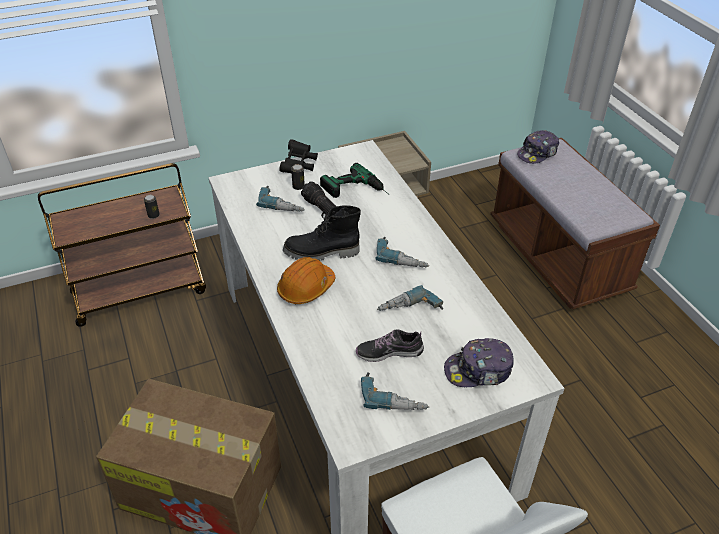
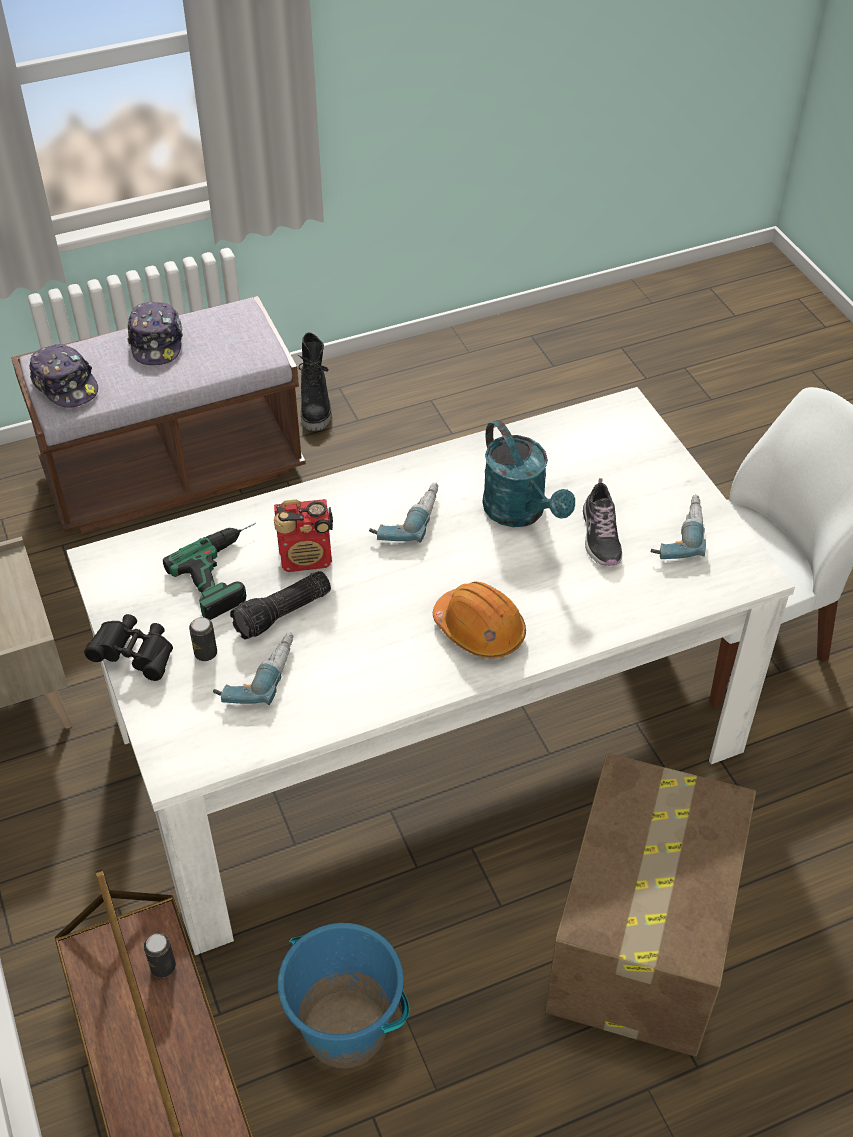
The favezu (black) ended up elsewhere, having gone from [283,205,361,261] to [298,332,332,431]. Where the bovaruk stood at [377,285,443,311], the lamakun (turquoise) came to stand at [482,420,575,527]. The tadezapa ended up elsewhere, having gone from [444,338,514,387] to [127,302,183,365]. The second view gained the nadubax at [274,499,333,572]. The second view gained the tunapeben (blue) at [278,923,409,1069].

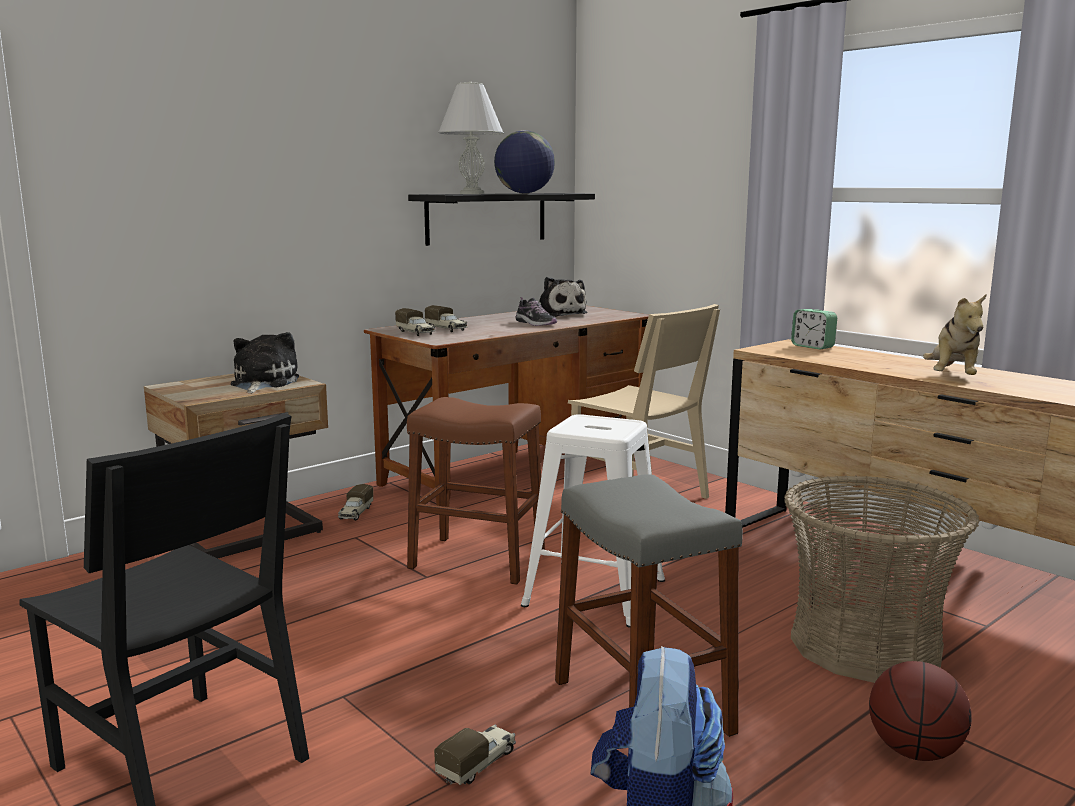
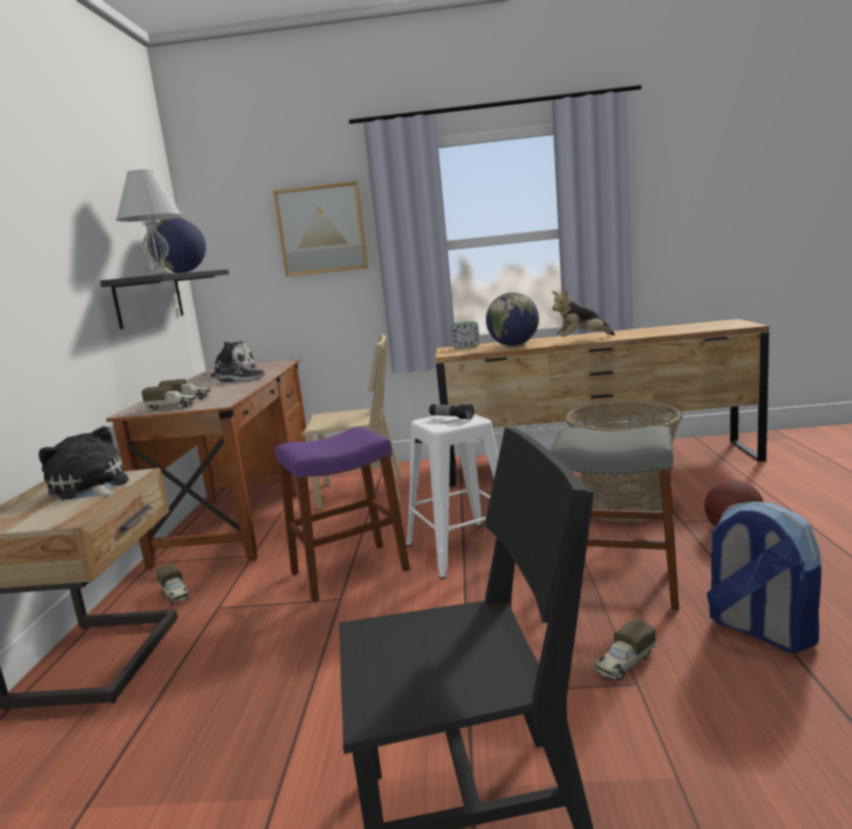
The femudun at [923,294,986,375] ended up facing another way, 105 degrees clockwise from before. What was the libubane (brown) at [407,397,545,585] turned into the libubane (purple) at [275,427,410,602]. The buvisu at [434,724,516,785] ended up facing another way, 120 degrees counterclockwise from before. The second view gained the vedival at [273,181,368,277]. The second view gained the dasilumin at [486,293,539,346]. The second view gained the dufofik at [429,404,474,420].

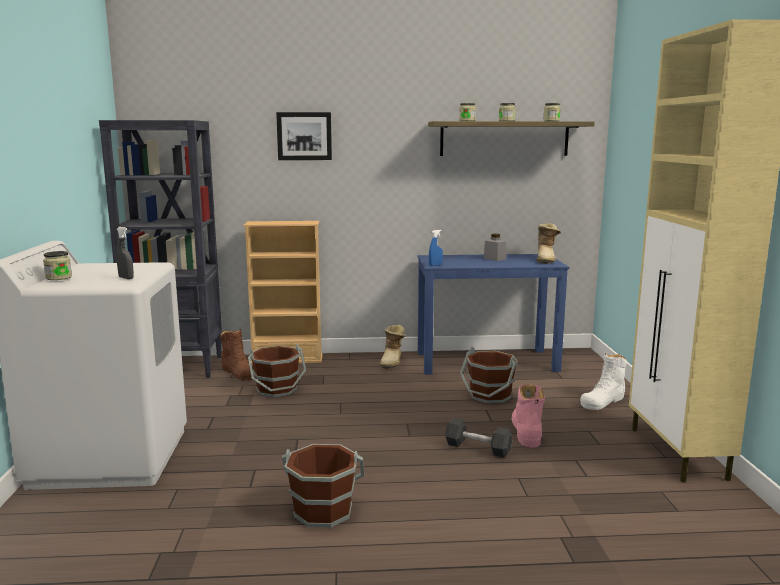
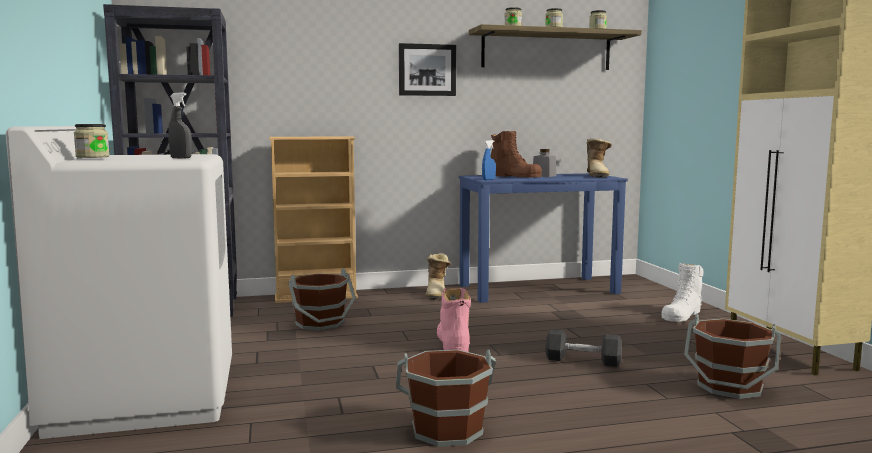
The vedival ended up elsewhere, having gone from [276,112,332,160] to [399,43,456,96]. The favezu (brown) ended up elsewhere, having gone from [220,329,255,381] to [490,131,542,178]. The tunapeben (brown) ended up elsewhere, having gone from [460,347,518,404] to [684,314,781,399]. The favezu (pink) ended up elsewhere, having gone from [511,384,545,448] to [437,288,471,352].

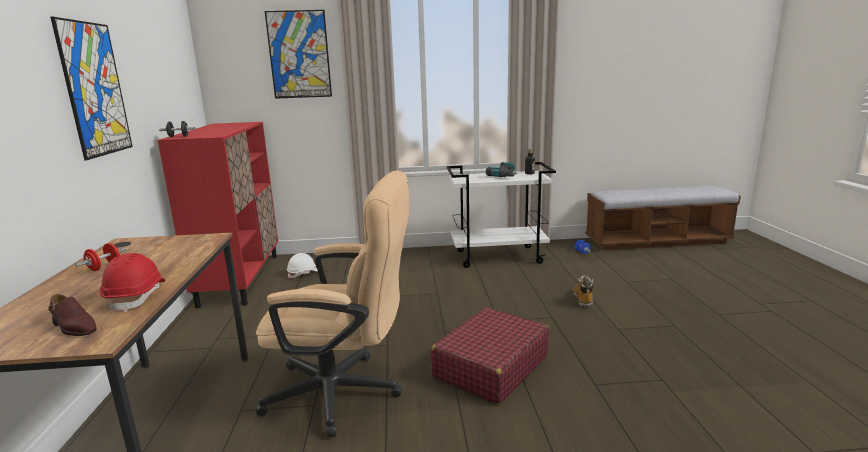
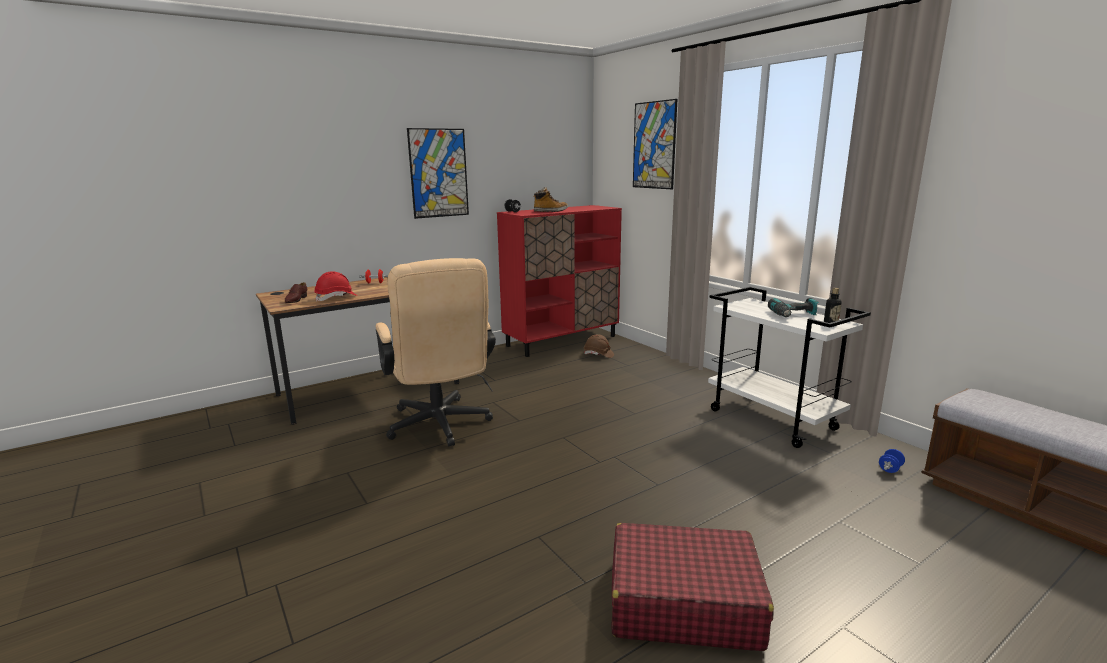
What was the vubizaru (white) at [287,253,318,278] turned into the vubizaru (brown) at [584,334,614,358]. The favezu ended up elsewhere, having gone from [574,275,594,308] to [533,187,568,212]. The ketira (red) ended up elsewhere, having gone from [431,307,549,404] to [611,523,774,651].

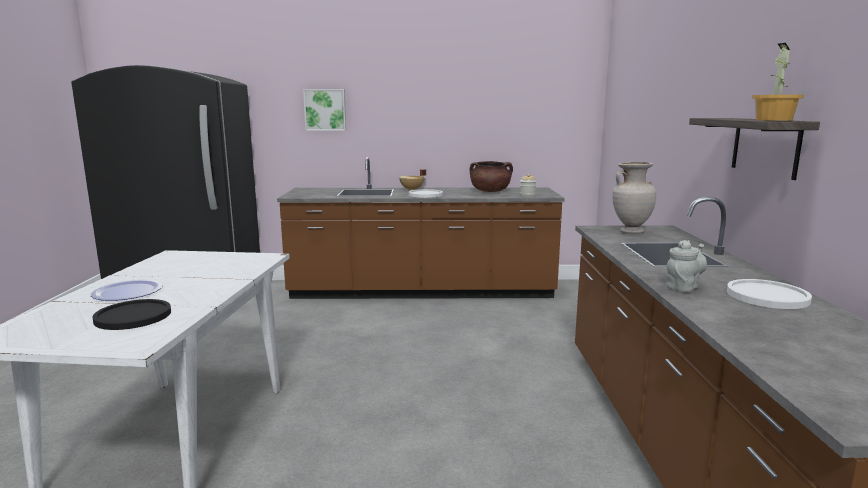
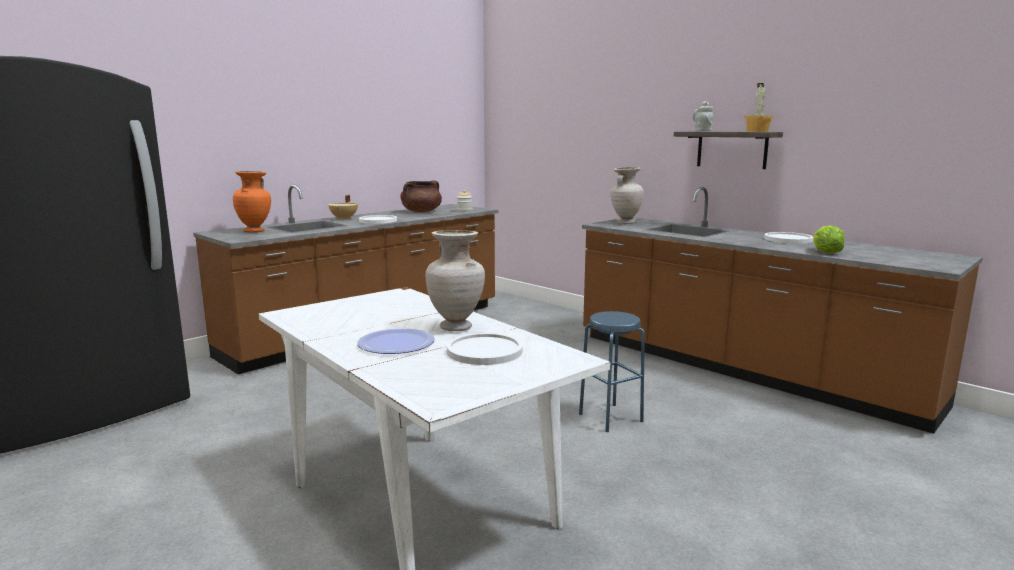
The second view lost the vedival at [303,89,346,131]. The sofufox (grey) ended up elsewhere, having gone from [667,240,707,292] to [692,101,713,131]. What was the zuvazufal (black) at [92,299,171,330] turned into the zuvazufal (white) at [447,333,523,365]. The second view gained the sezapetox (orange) at [233,171,271,232]. The second view gained the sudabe at [813,225,845,254]. The second view gained the sezapetox (beige) at [426,230,485,331]. The second view gained the libubane (blue) at [579,311,645,432].

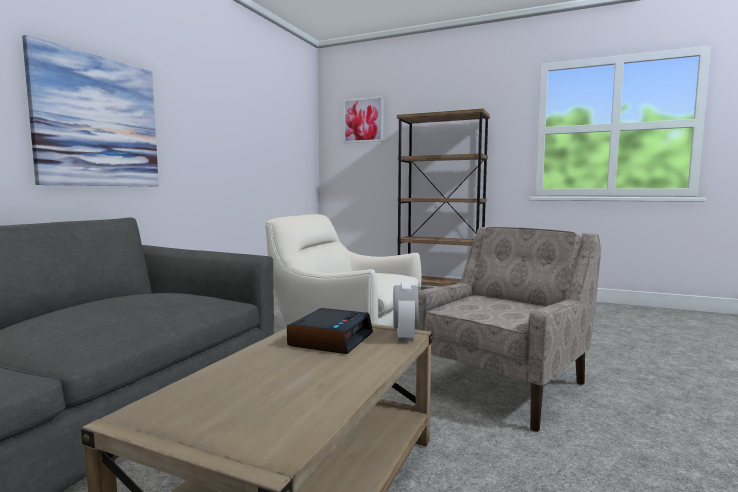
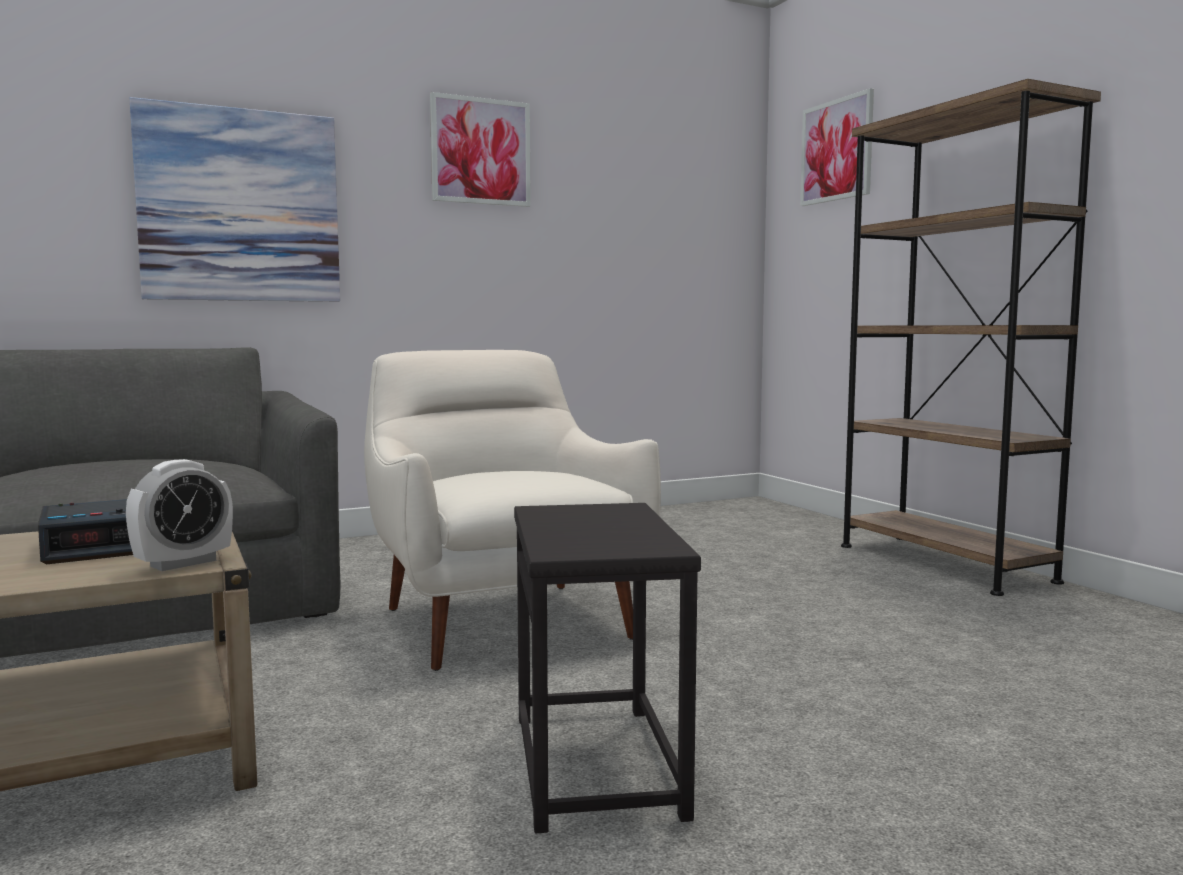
Where the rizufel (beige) stood at [416,227,601,432], the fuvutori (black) came to stand at [514,503,701,834]. The second view gained the vedival at [430,92,531,207].

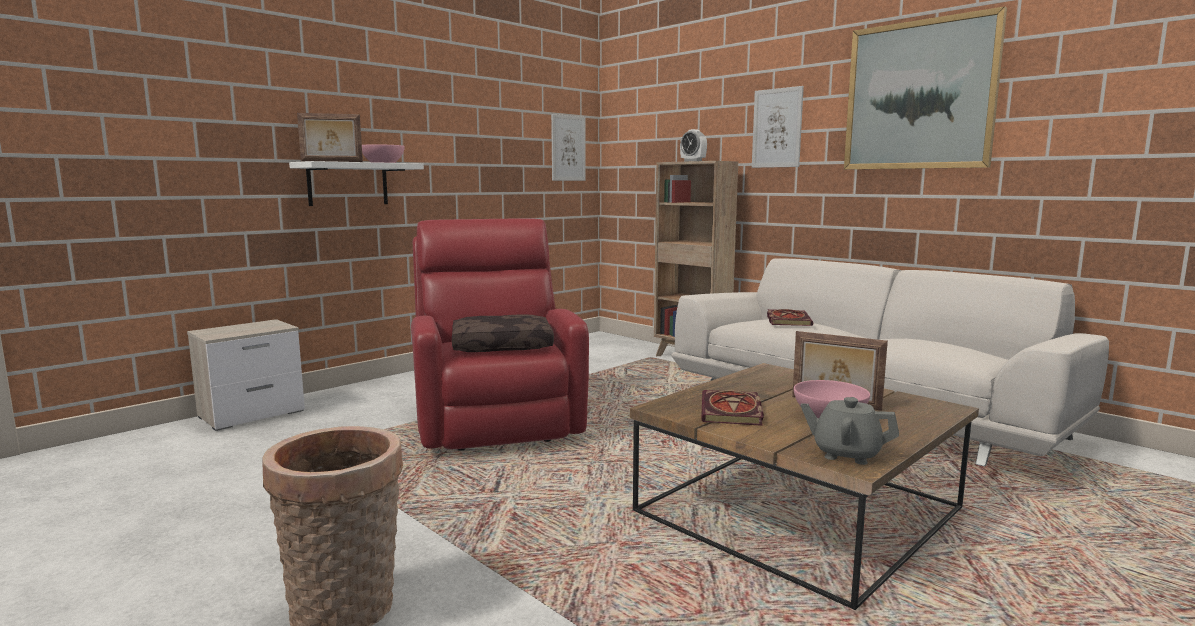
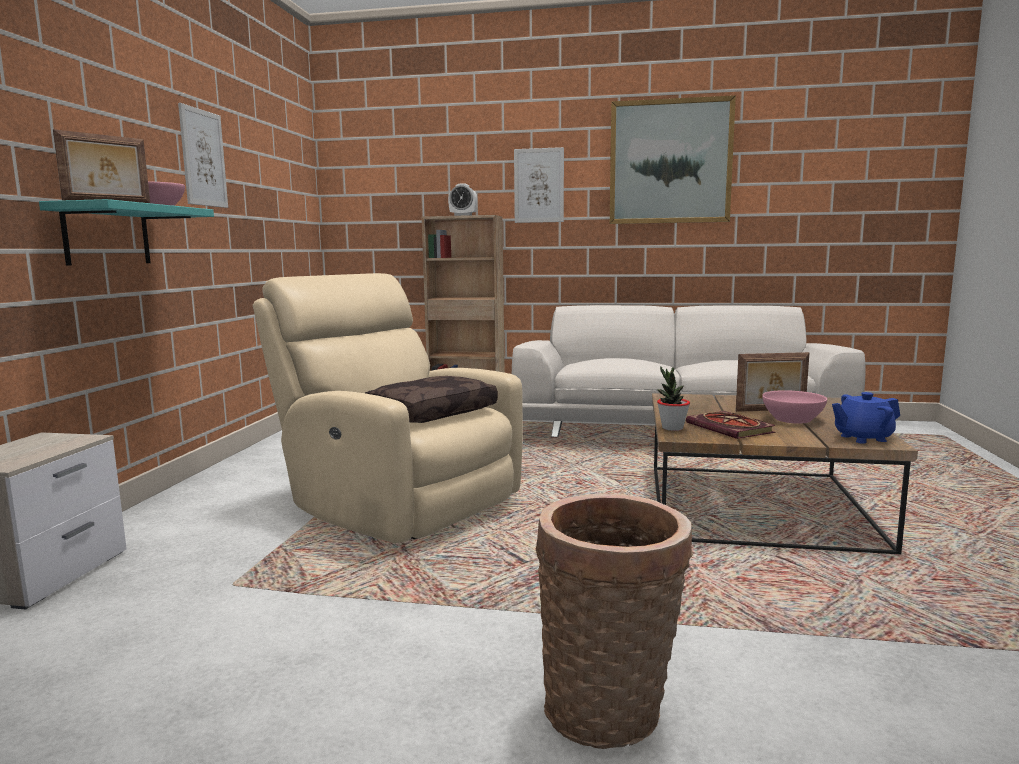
The vedival ended up elsewhere, having gone from [551,114,586,181] to [178,103,228,208]. What was the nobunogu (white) at [289,161,424,206] turned into the nobunogu (turquoise) at [39,199,214,266]. What was the rizufel (red) at [411,218,589,451] turned into the rizufel (beige) at [253,273,523,543]. The second view lost the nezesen at [767,309,813,326]. What was the sofufox (grey) at [801,397,899,465] turned into the sofufox (blue) at [832,392,900,444]. The second view gained the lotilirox at [657,366,690,431].

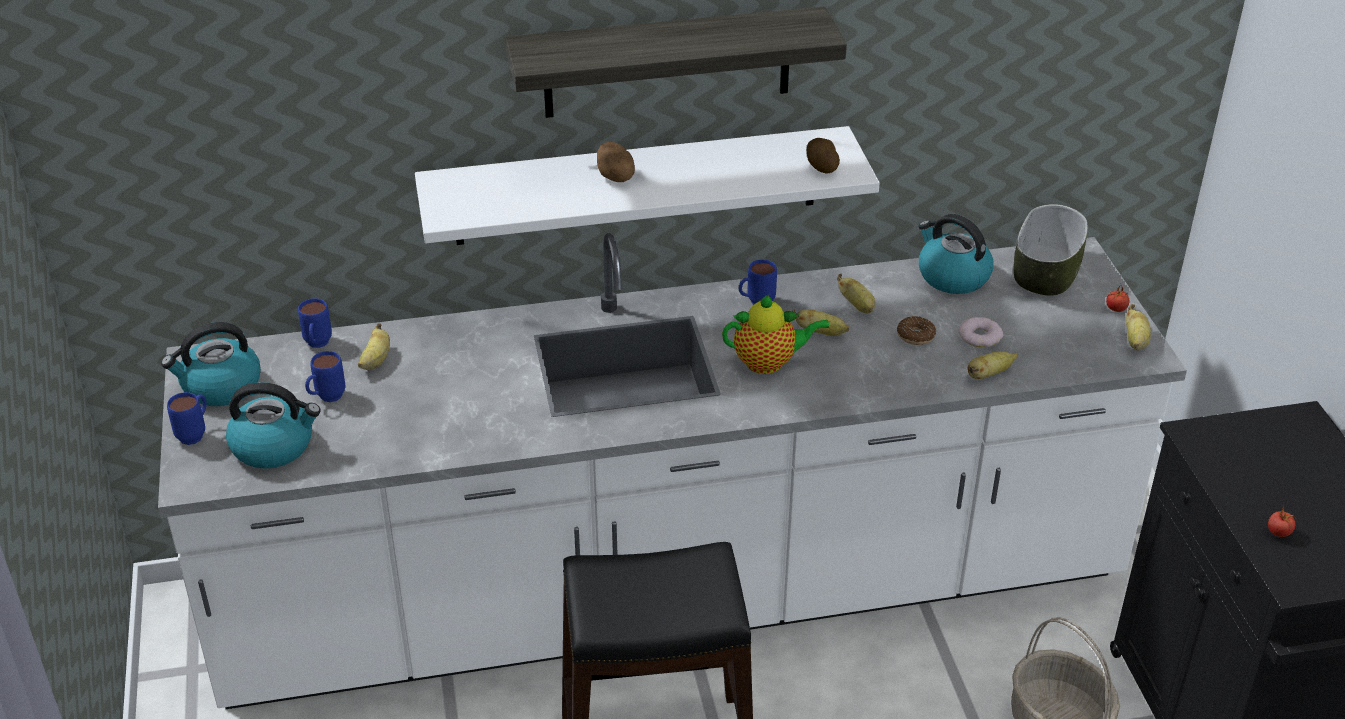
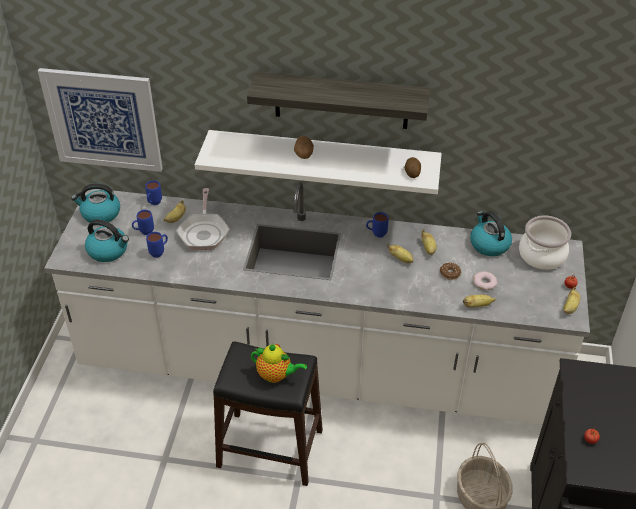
Where the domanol stood at [1013,204,1088,296], the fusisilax came to stand at [519,215,571,270]. The sofufox ended up elsewhere, having gone from [722,294,829,374] to [251,344,307,383]. The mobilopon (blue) ended up elsewhere, having gone from [167,392,207,445] to [146,232,168,258]. The second view gained the vedival at [38,68,163,172]. The second view gained the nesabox at [176,188,230,250].

